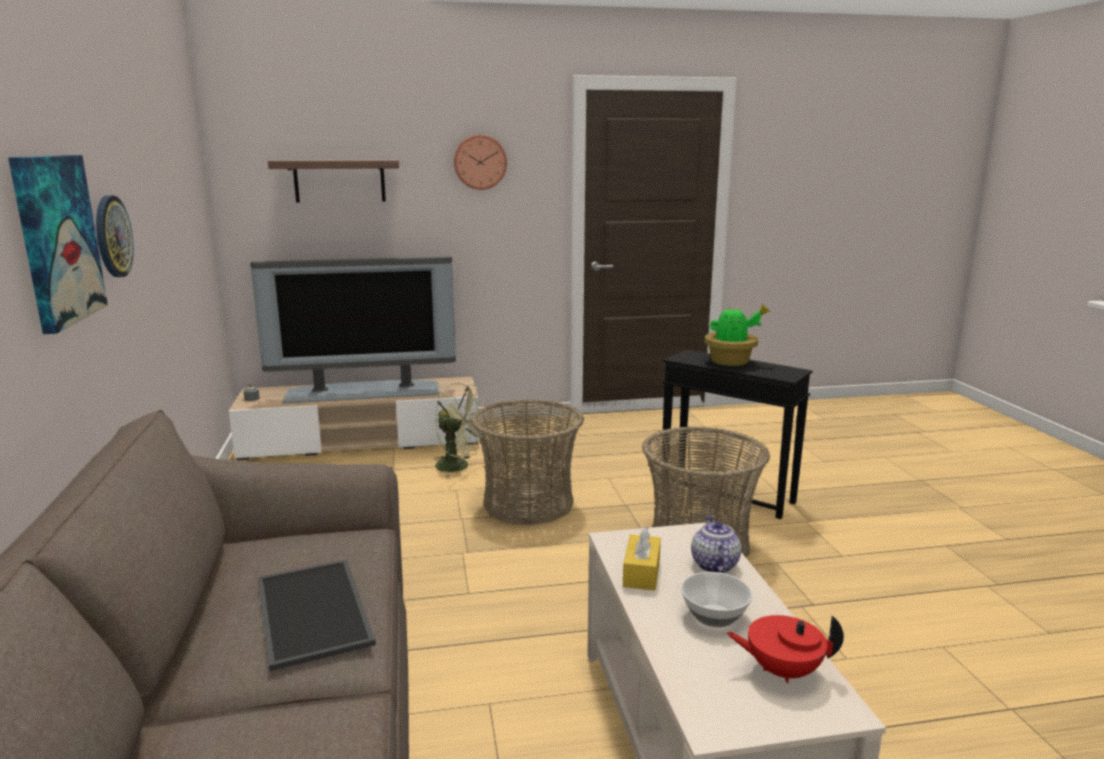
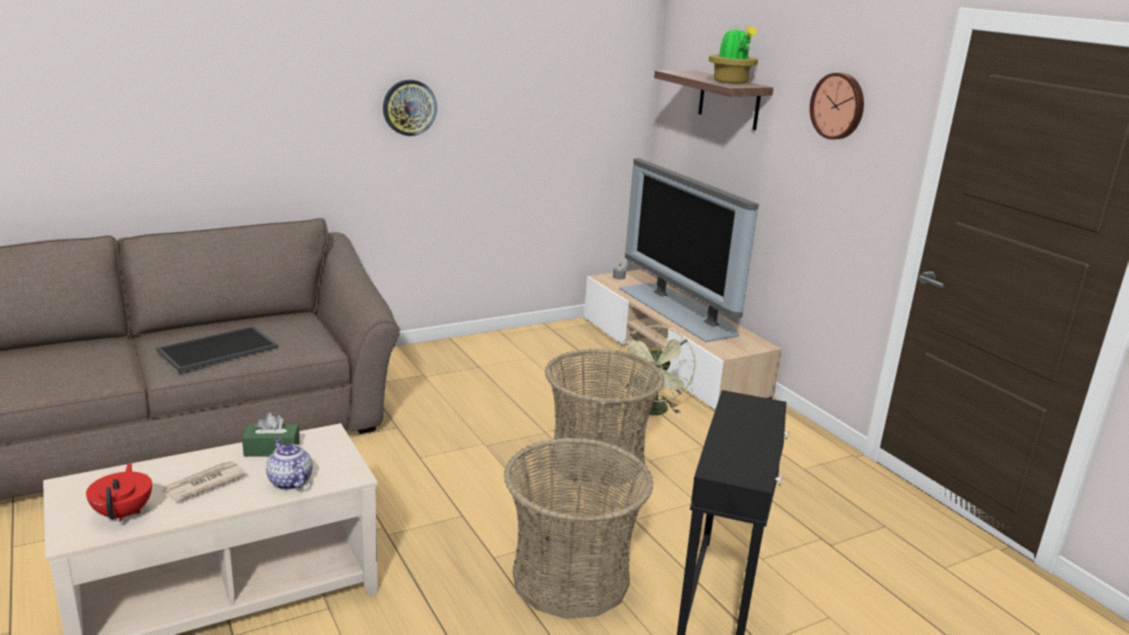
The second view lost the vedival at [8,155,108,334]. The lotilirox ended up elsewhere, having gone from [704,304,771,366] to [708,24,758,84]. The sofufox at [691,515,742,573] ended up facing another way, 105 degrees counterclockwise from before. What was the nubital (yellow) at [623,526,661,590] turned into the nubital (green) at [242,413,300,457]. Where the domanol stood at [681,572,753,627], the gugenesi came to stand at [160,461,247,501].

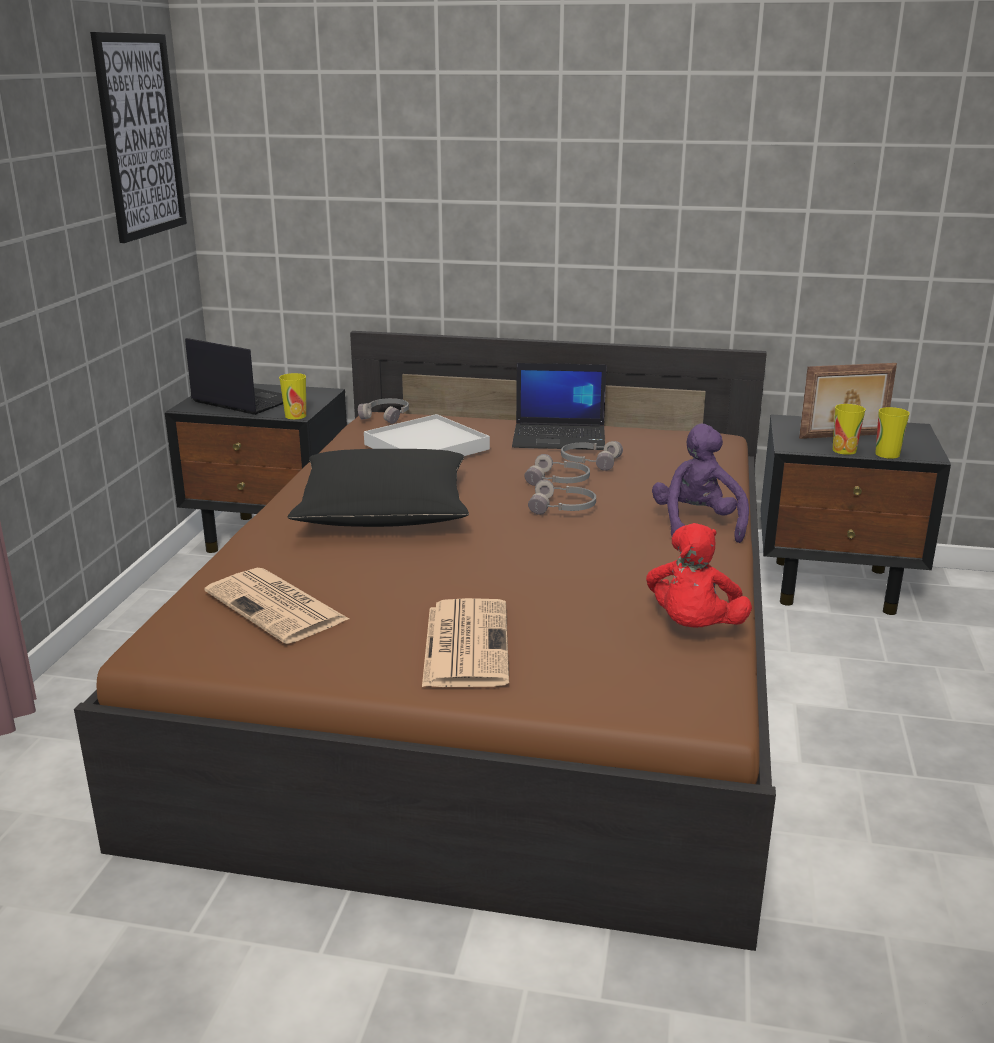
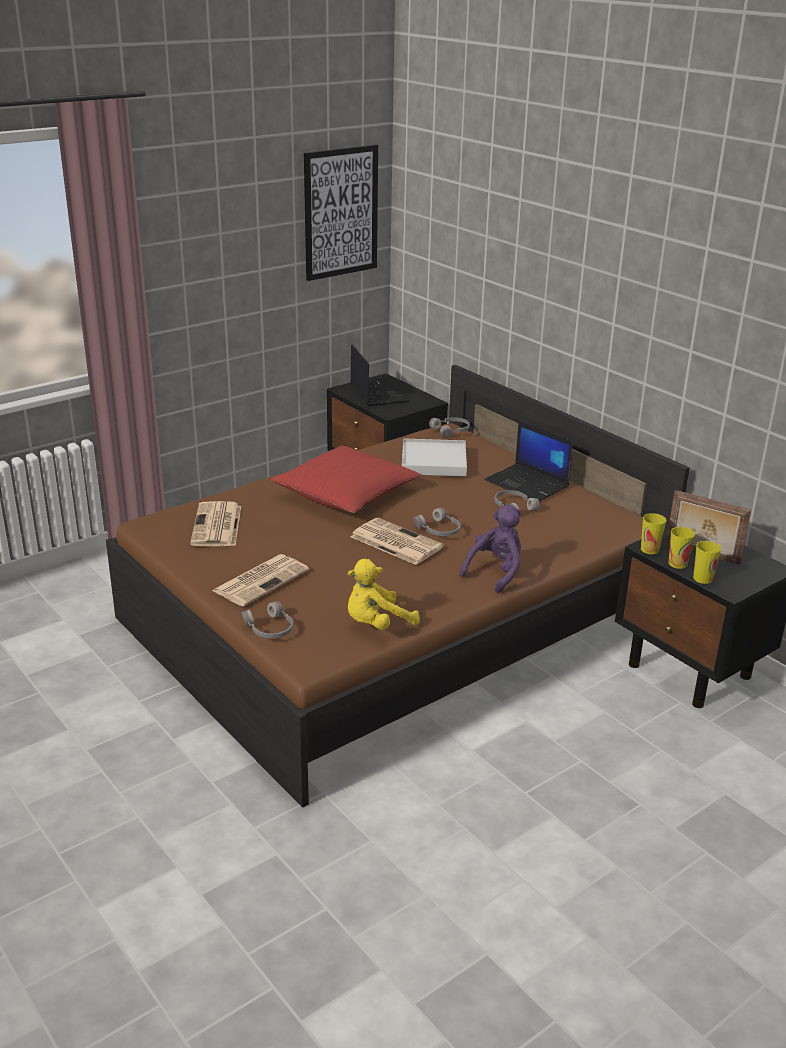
The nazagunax ended up elsewhere, having gone from [279,373,306,419] to [641,513,666,554]. What was the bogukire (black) at [288,449,469,527] turned into the bogukire (red) at [270,446,421,513]. The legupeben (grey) ended up elsewhere, having gone from [524,454,590,486] to [242,601,293,638]. What was the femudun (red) at [646,523,752,628] turned into the femudun (yellow) at [347,559,420,630]. The second view gained the gugenesi at [351,518,444,565].

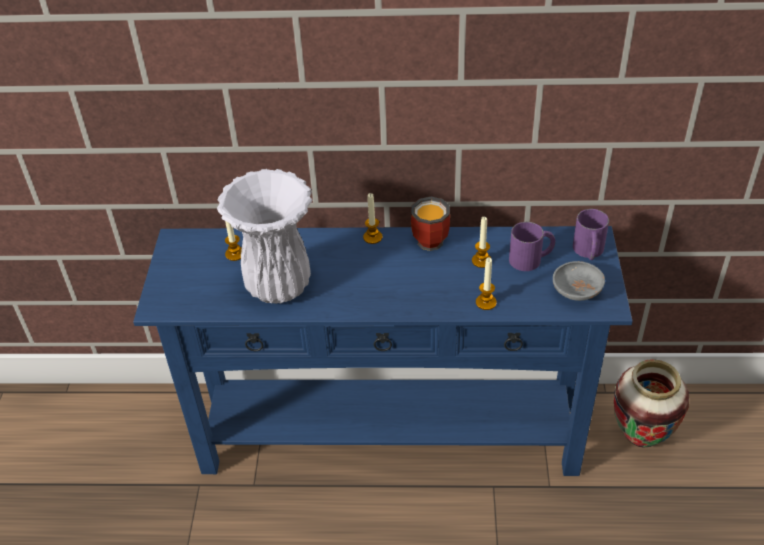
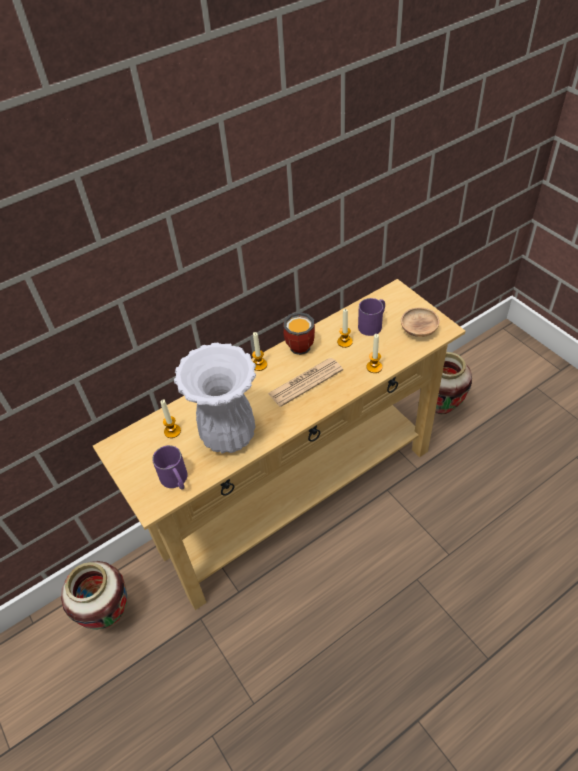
The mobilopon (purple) ended up elsewhere, having gone from [573,209,609,260] to [152,445,187,490]. What was the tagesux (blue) at [133,226,633,476] turned into the tagesux (beige) at [93,279,465,610]. What was the domanol (grey) at [553,261,605,301] turned into the domanol (brown) at [401,308,440,337]. The second view gained the gugenesi at [268,358,343,407]. The second view gained the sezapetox at [61,561,127,630].

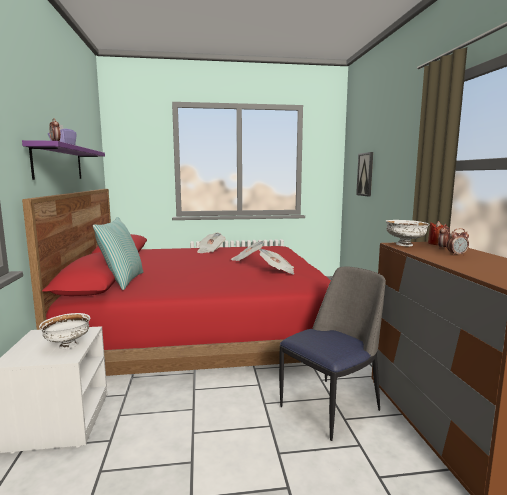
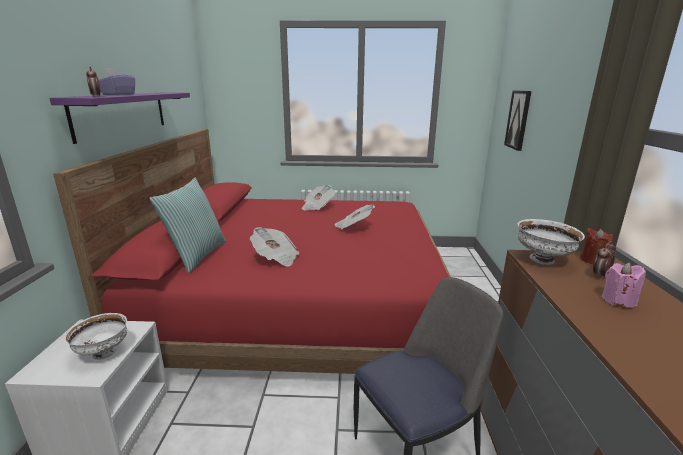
Where the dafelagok stood at [447,228,469,256], the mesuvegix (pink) came to stand at [602,262,646,308]. The gugenesi ended up elsewhere, having gone from [259,248,294,274] to [250,227,299,266].

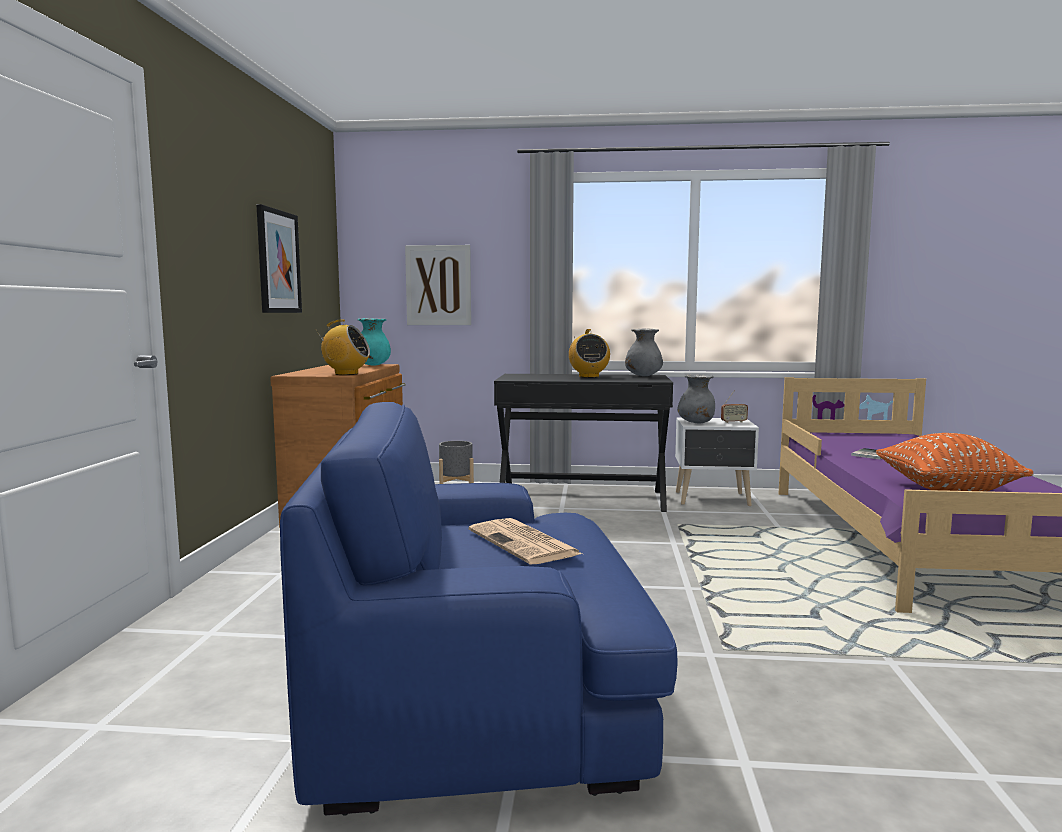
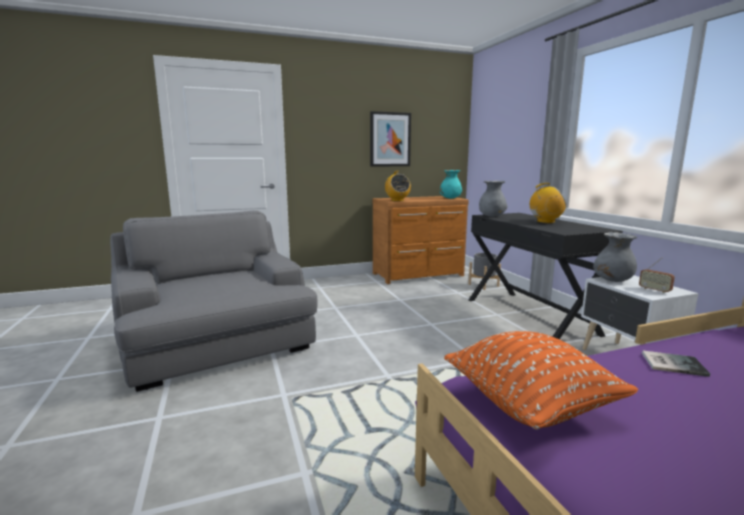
The second view lost the vedival at [405,245,471,325]. The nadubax at [569,329,610,378] ended up facing another way, 150 degrees counterclockwise from before. The sezapetox (grey) ended up elsewhere, having gone from [625,329,663,376] to [479,181,508,217]. What was the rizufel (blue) at [280,402,678,816] turned into the rizufel (grey) at [110,210,318,392]. The second view lost the gugenesi at [469,518,582,564].

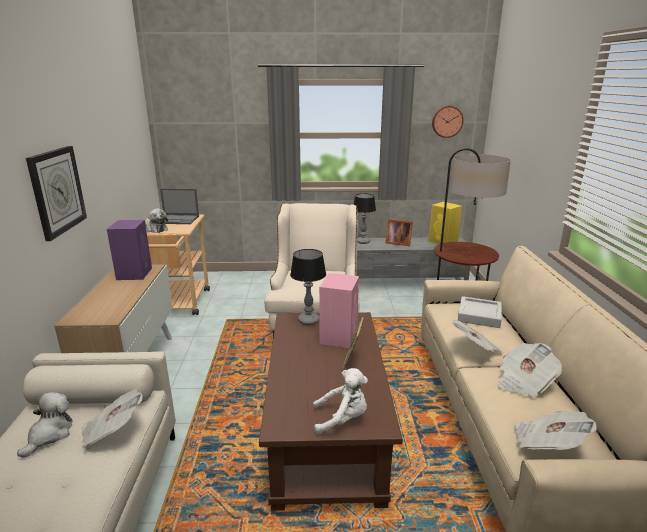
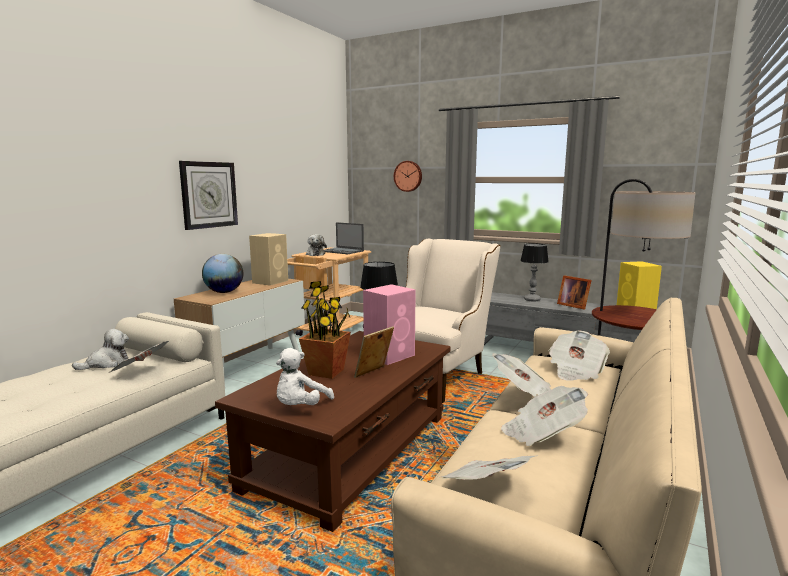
The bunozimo ended up elsewhere, having gone from [432,106,464,138] to [394,161,422,192]. What was the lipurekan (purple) at [107,220,152,280] turned into the lipurekan (beige) at [249,233,288,286]. Where the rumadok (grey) stood at [458,296,502,328], the gugenesi came to stand at [548,330,610,381]. The femudun (white) at [313,368,368,435] ended up facing another way, 90 degrees clockwise from before. The second view gained the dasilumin at [202,254,243,293]. The second view gained the lotilirox at [299,281,351,379].

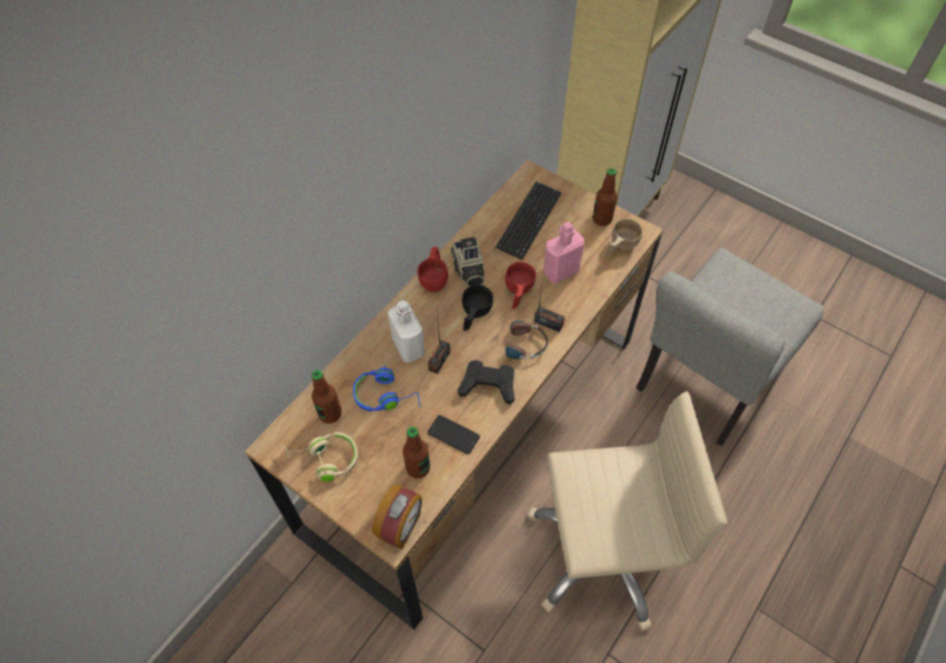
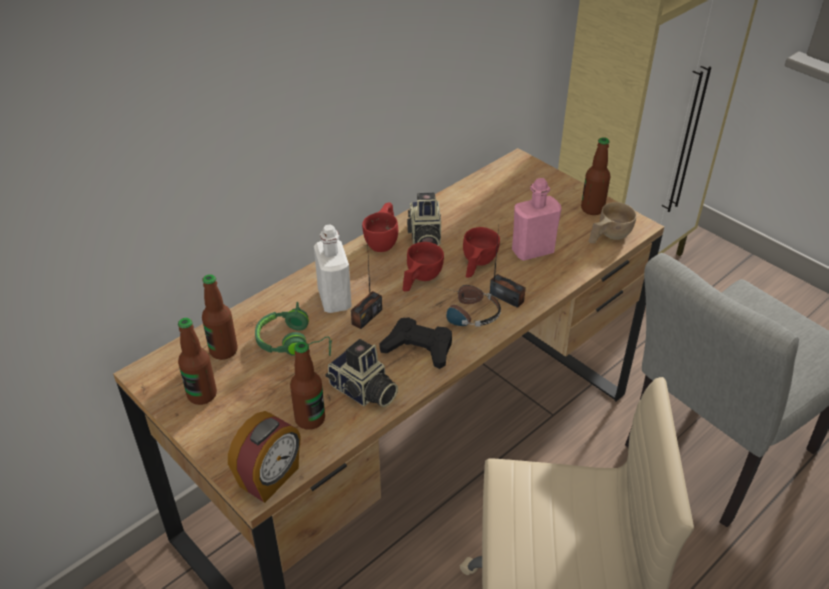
The second view lost the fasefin at [496,182,562,260]. What was the nazagunax (black) at [462,285,493,331] turned into the nazagunax (red) at [402,242,444,291]. What was the legupeben (blue) at [353,365,421,412] turned into the legupeben (green) at [255,302,332,356]. Where the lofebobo stood at [427,415,480,455], the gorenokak came to stand at [325,339,398,407]. Where the legupeben (beige) stood at [284,432,358,481], the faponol came to stand at [178,318,217,405].

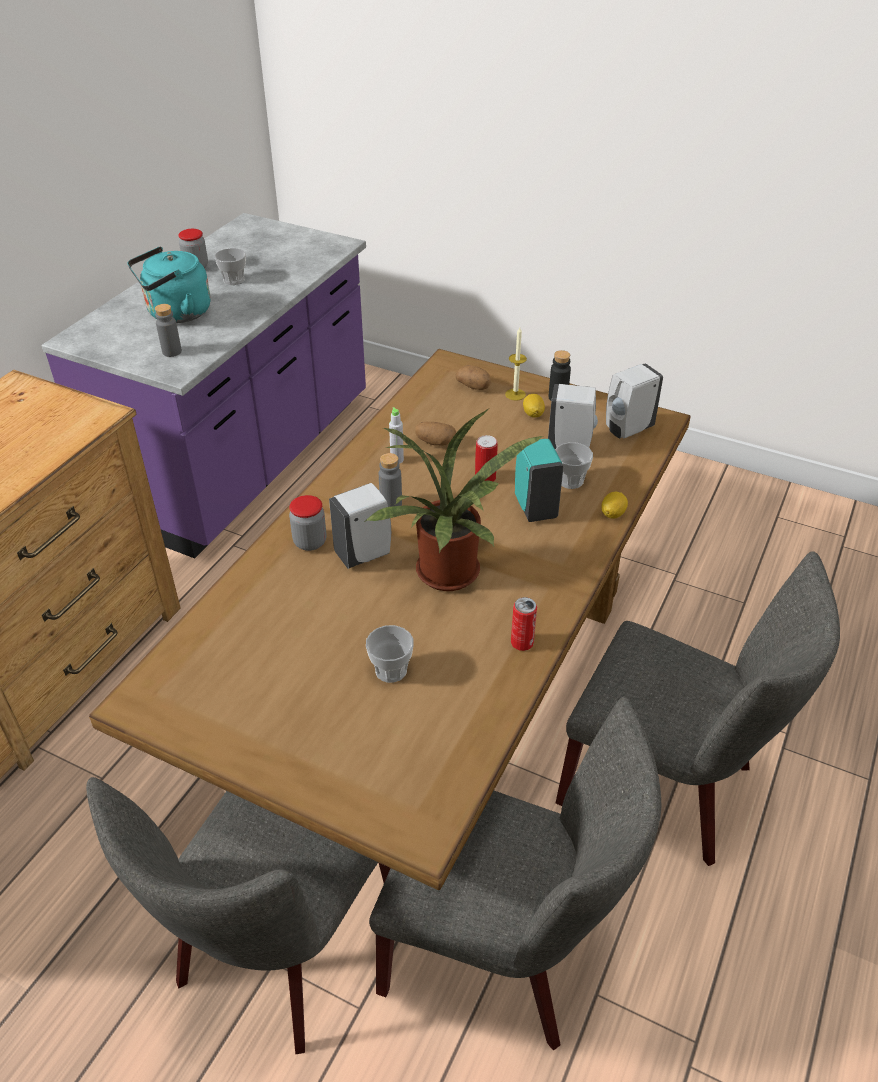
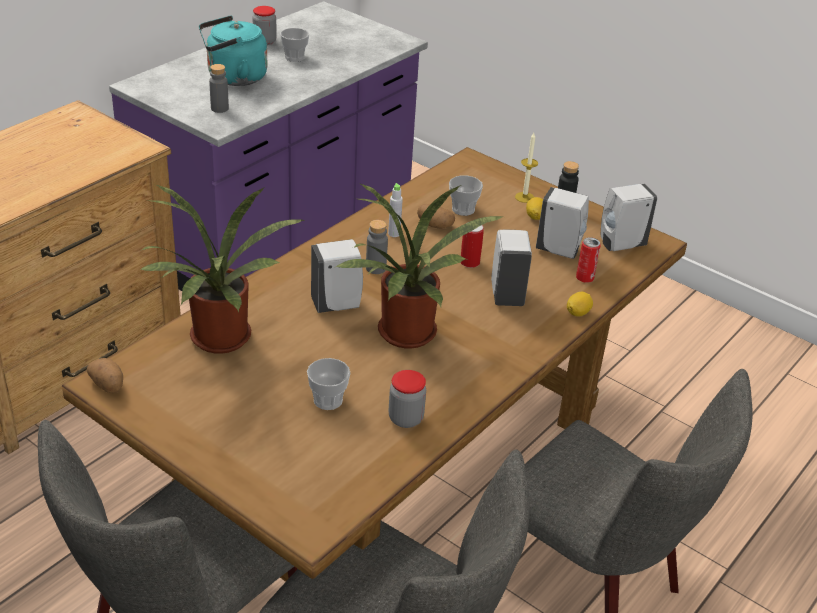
The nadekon ended up elsewhere, having gone from [456,365,491,390] to [87,358,123,393]. What was the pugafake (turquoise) at [515,439,563,522] turned into the pugafake (white) at [491,230,532,306]. The nazagunax ended up elsewhere, having gone from [555,442,593,489] to [449,175,483,216]. The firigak ended up elsewhere, having gone from [289,495,327,551] to [388,370,426,428]. The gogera ended up elsewhere, having gone from [511,597,537,651] to [576,237,601,283]. The second view gained the lotilirox at [140,185,306,354].

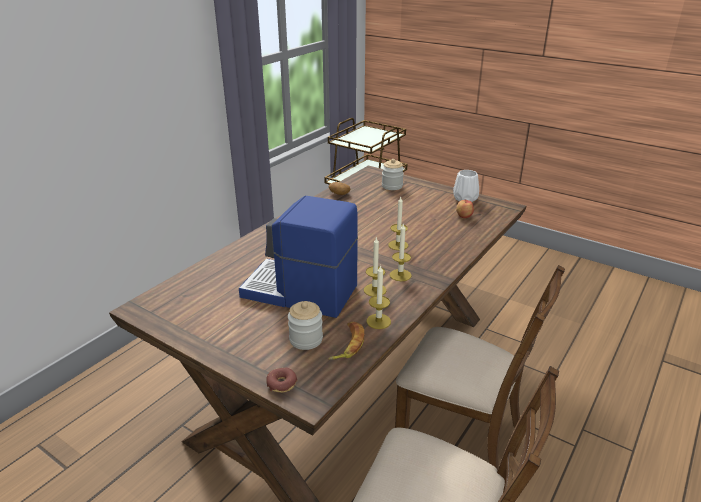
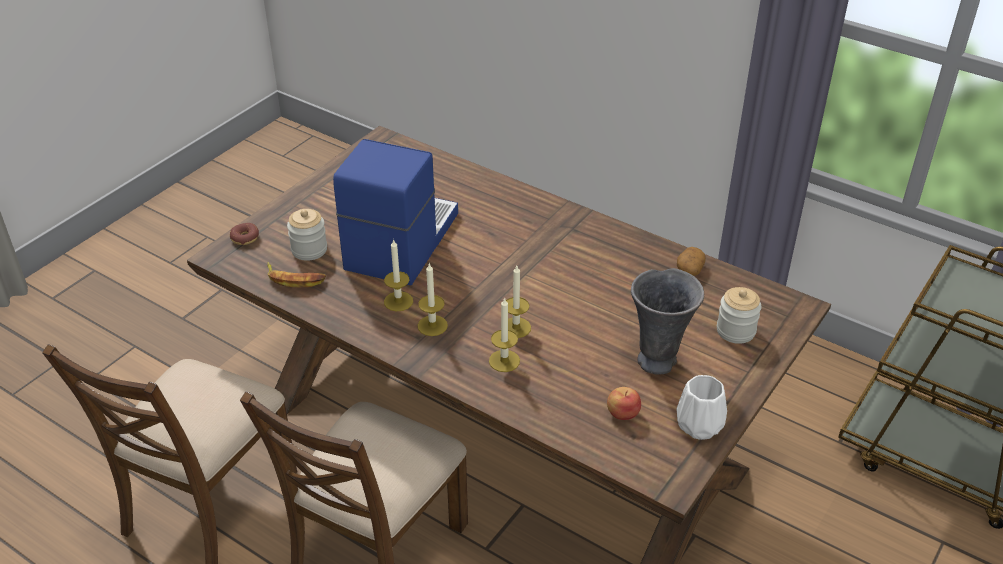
The mesuvegix ended up elsewhere, having gone from [367,265,391,329] to [489,297,520,372]. The second view gained the sezapetox (grey) at [631,268,704,374].

